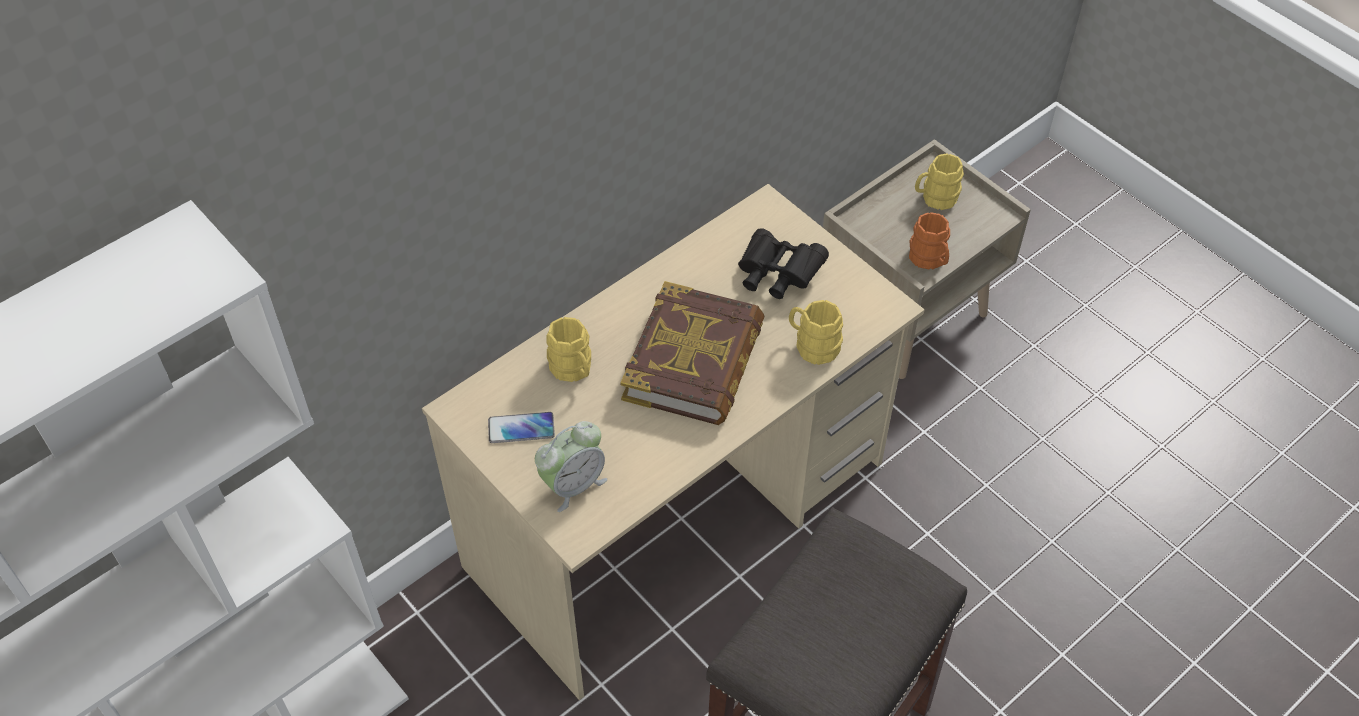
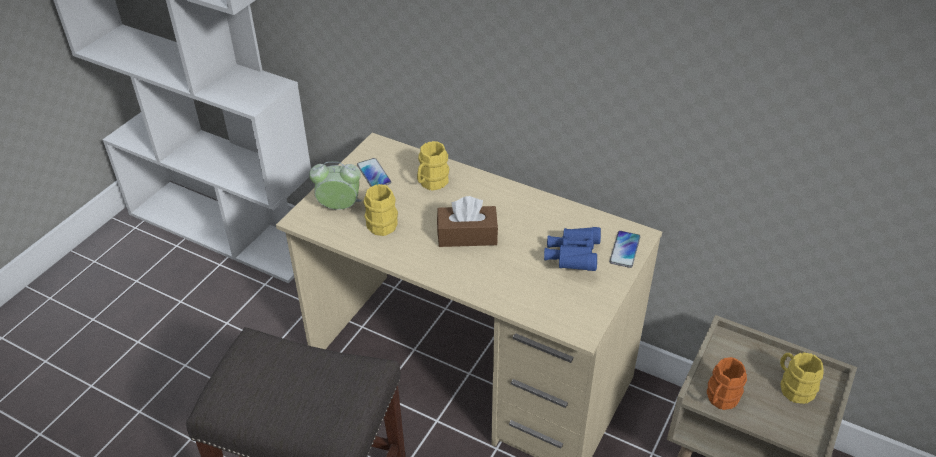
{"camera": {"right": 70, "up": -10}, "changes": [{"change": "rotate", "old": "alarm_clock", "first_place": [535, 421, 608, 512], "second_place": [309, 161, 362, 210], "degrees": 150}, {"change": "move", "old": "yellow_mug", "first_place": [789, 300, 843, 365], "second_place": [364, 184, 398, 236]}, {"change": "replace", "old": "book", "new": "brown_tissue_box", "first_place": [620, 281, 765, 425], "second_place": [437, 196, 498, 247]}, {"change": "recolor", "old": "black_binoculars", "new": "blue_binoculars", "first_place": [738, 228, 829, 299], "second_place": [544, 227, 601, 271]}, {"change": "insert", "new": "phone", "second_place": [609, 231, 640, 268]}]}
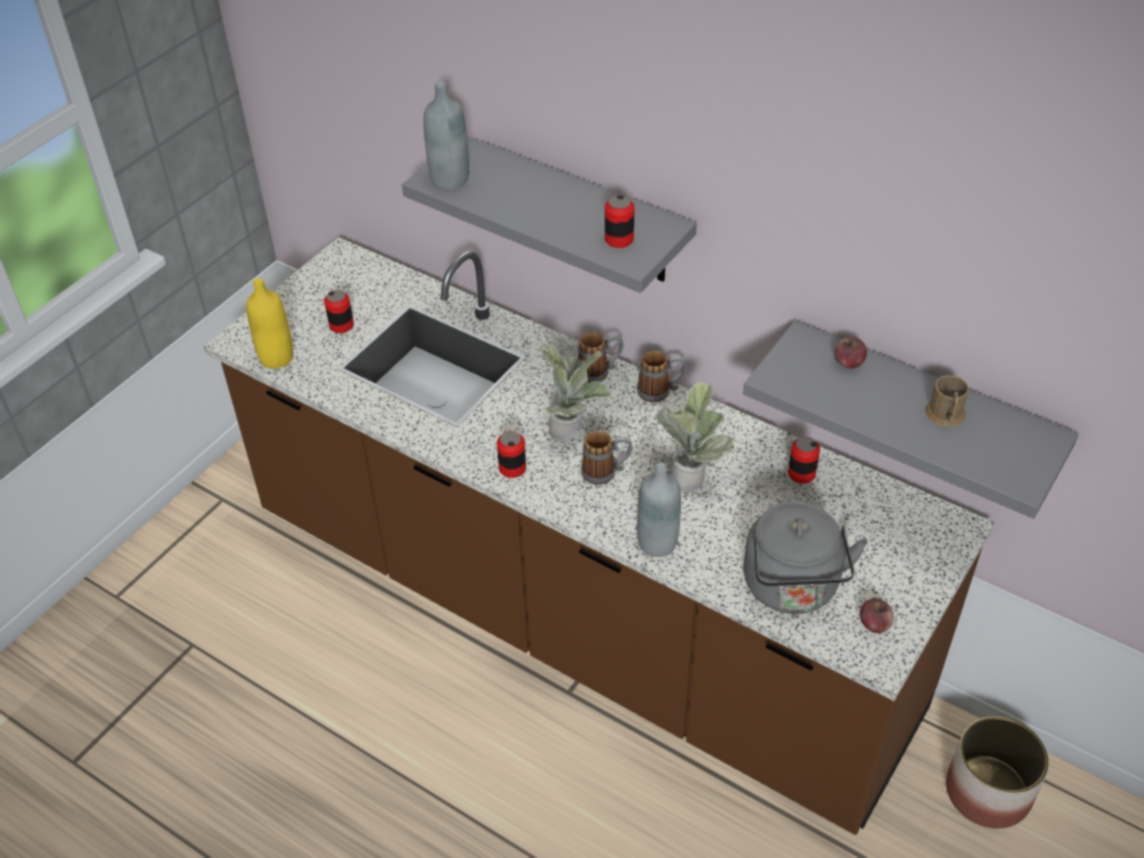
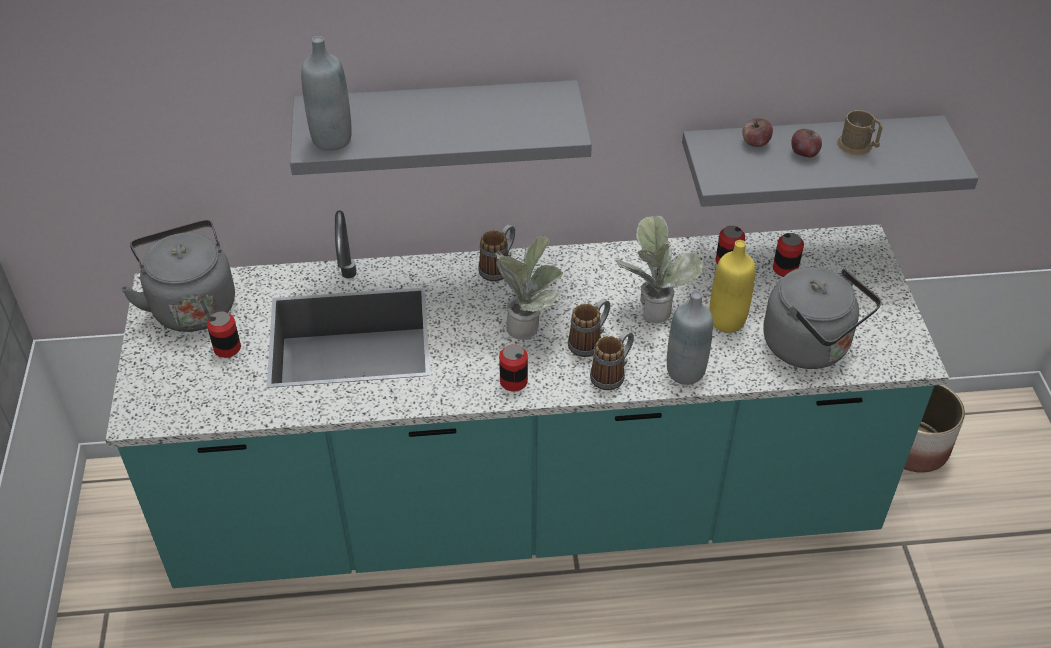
{"camera": {"right": -40, "up": 0}, "changes": [{"change": "recolor", "old": "brown_counter", "new": "turquoise_counter", "first_place": [204, 237, 995, 835], "second_place": [106, 211, 949, 588]}, {"change": "insert", "new": "grey_kettle", "second_place": [121, 220, 235, 332]}, {"change": "move", "old": "mug", "first_place": [637, 350, 687, 402], "second_place": [590, 330, 634, 390]}, {"change": "move", "old": "yellow_bottle", "first_place": [246, 278, 293, 368], "second_place": [709, 240, 756, 333]}, {"change": "move", "old": "can", "first_place": [605, 195, 635, 248], "second_place": [773, 233, 804, 277]}, {"change": "move", "old": "apple", "first_place": [860, 598, 894, 633], "second_place": [791, 129, 822, 157]}]}
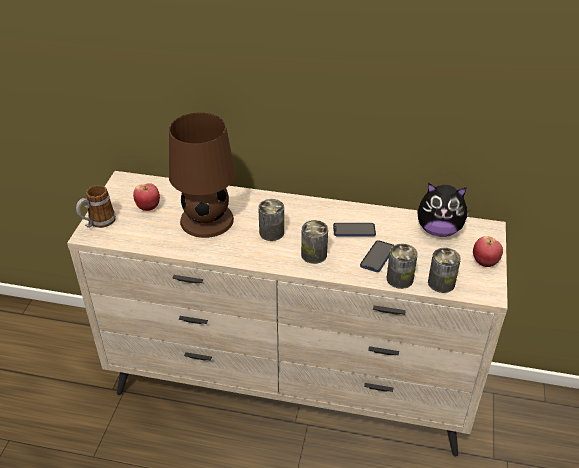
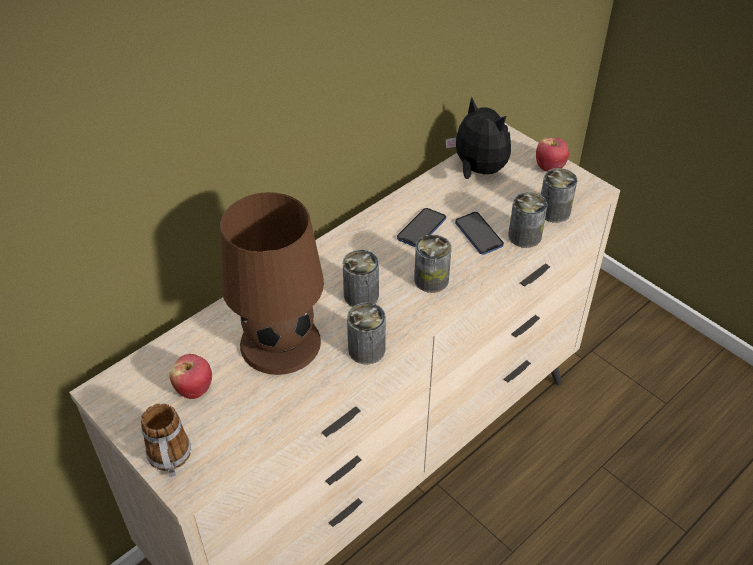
{"camera": {"right": -55, "up": 5}, "changes": [{"change": "insert", "new": "can", "second_place": [347, 303, 386, 364]}, {"change": "rotate", "old": "plush_toy", "first_place": [417, 183, 471, 237], "second_place": [445, 97, 511, 179], "degrees": -90}]}
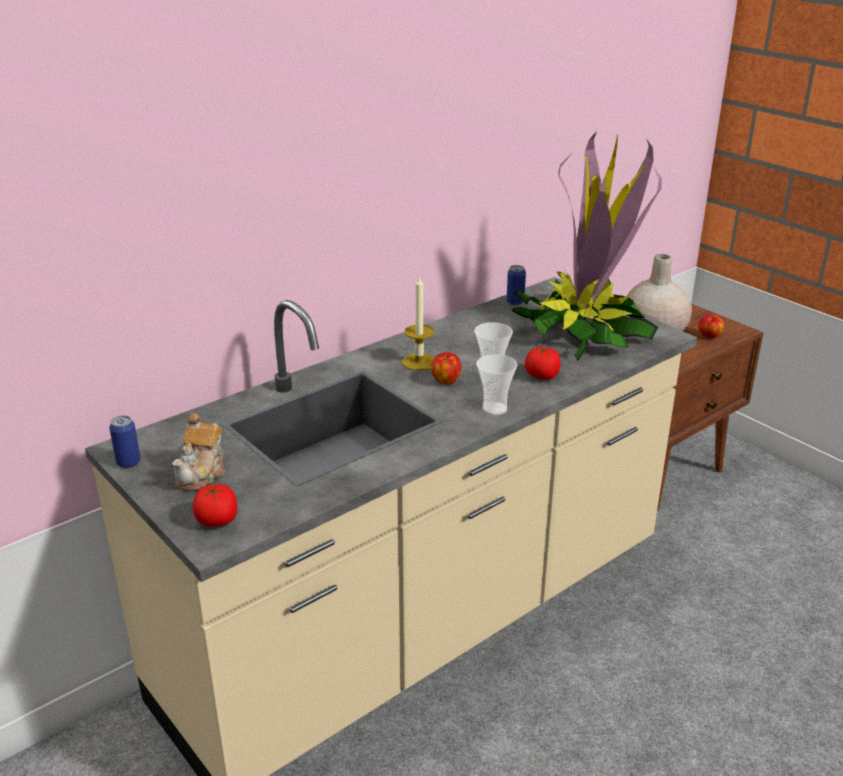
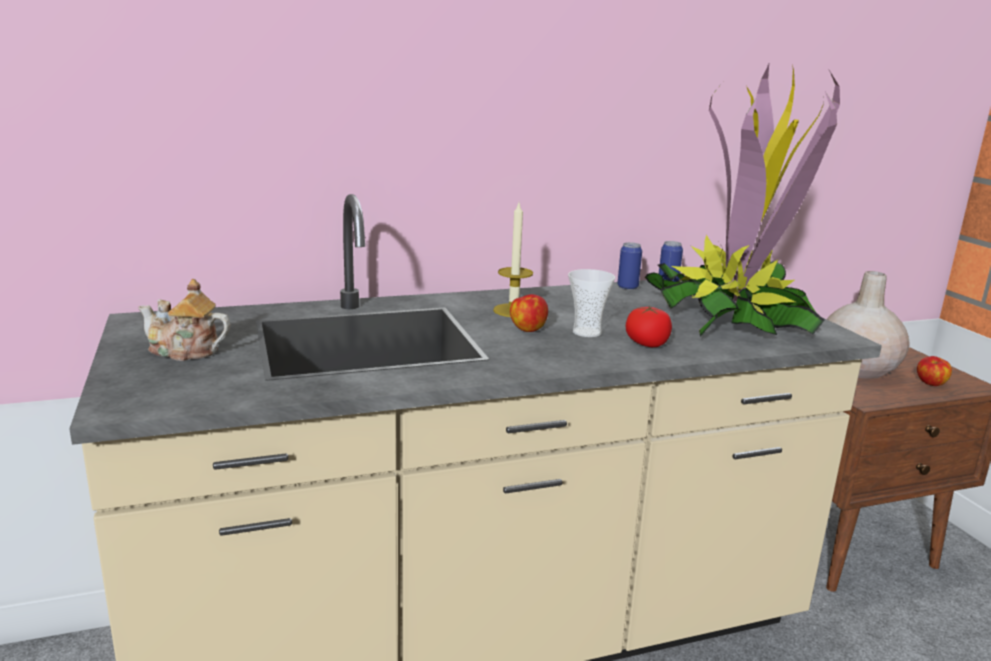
{"camera": {"right": 20, "up": -10}, "changes": [{"change": "rotate", "old": "teapot", "first_place": [172, 414, 225, 491], "second_place": [138, 279, 230, 361], "degrees": 60}, {"change": "move", "old": "can", "first_place": [109, 415, 141, 468], "second_place": [617, 242, 642, 290]}, {"change": "delete", "old": "tomato", "first_place": [193, 484, 237, 526]}, {"change": "delete", "old": "cup", "first_place": [476, 354, 517, 415]}]}
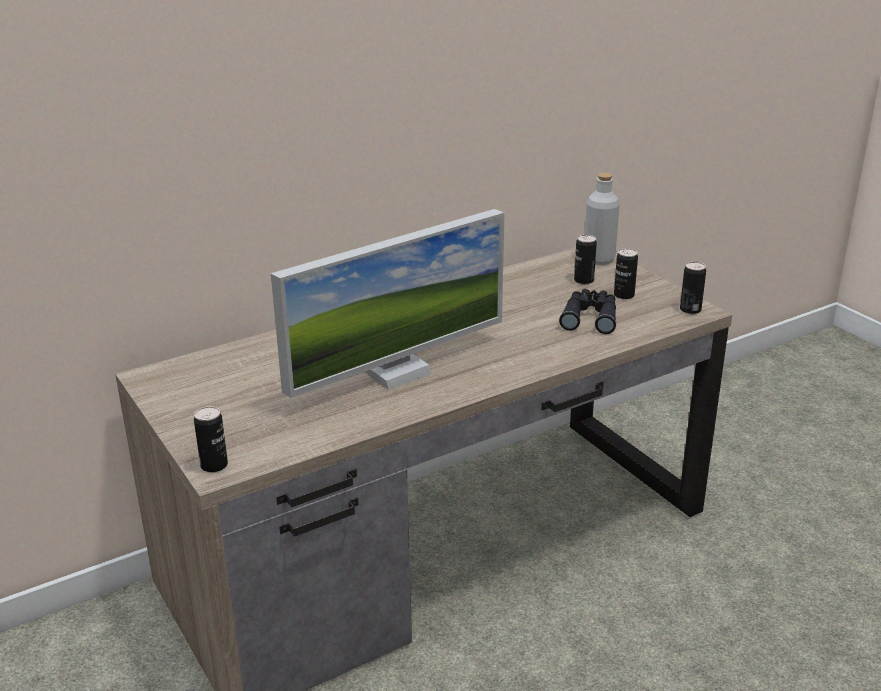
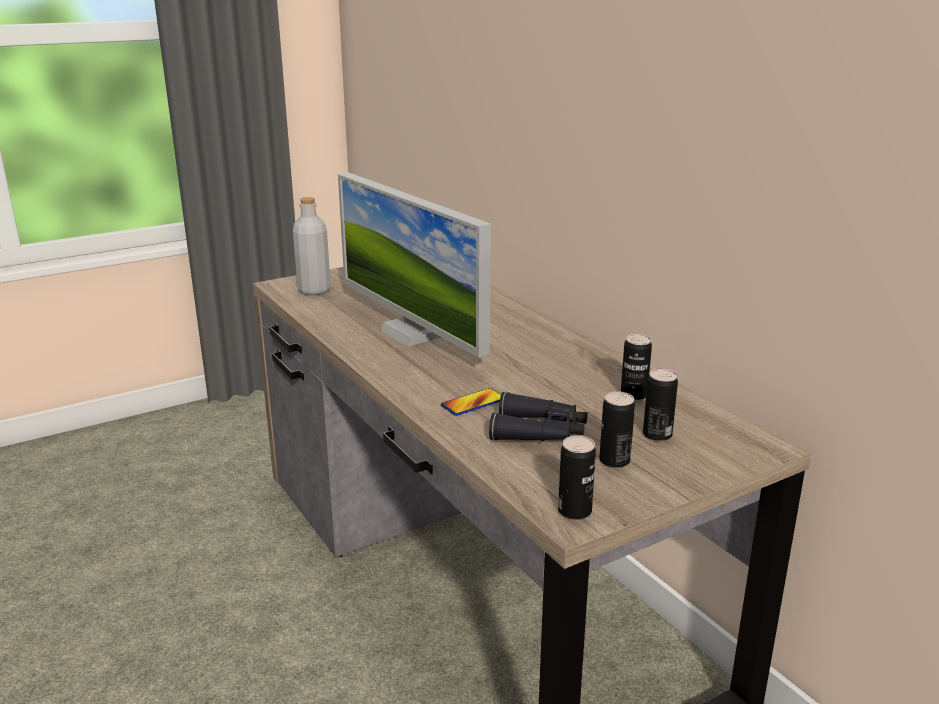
{"camera": {"right": 90, "up": -5}, "changes": [{"change": "move", "old": "grey_bottle", "first_place": [585, 173, 620, 265], "second_place": [293, 197, 331, 295]}, {"change": "insert", "new": "phone", "second_place": [441, 388, 501, 416]}, {"change": "move", "old": "can", "first_place": [194, 406, 228, 473], "second_place": [621, 334, 652, 401]}]}
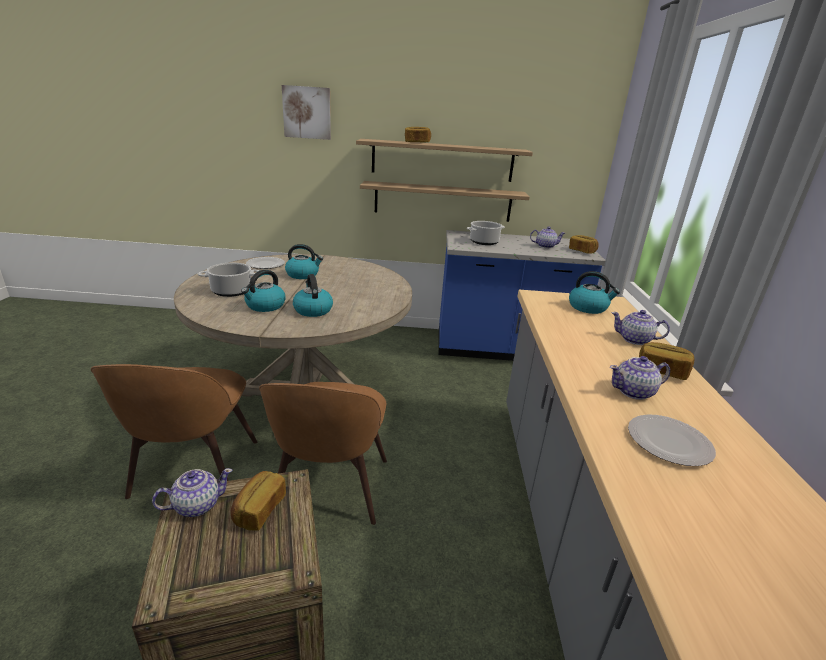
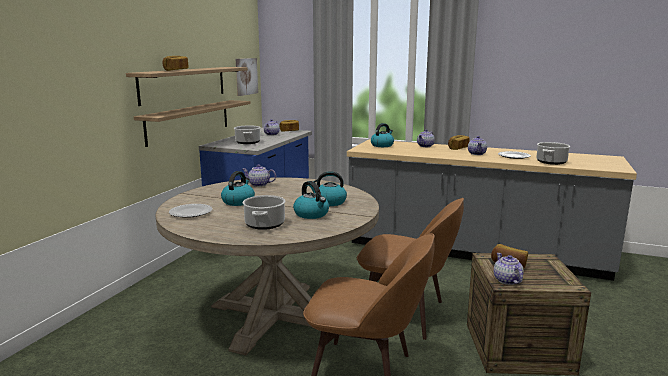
{"camera": {"right": -70, "up": -10}, "changes": [{"change": "move", "old": "picture", "first_place": [282, 85, 331, 140], "second_place": [236, 58, 258, 96]}, {"change": "insert", "new": "teapot", "second_place": [243, 164, 276, 187]}, {"change": "insert", "new": "cooking_pot", "second_place": [536, 142, 570, 165]}]}
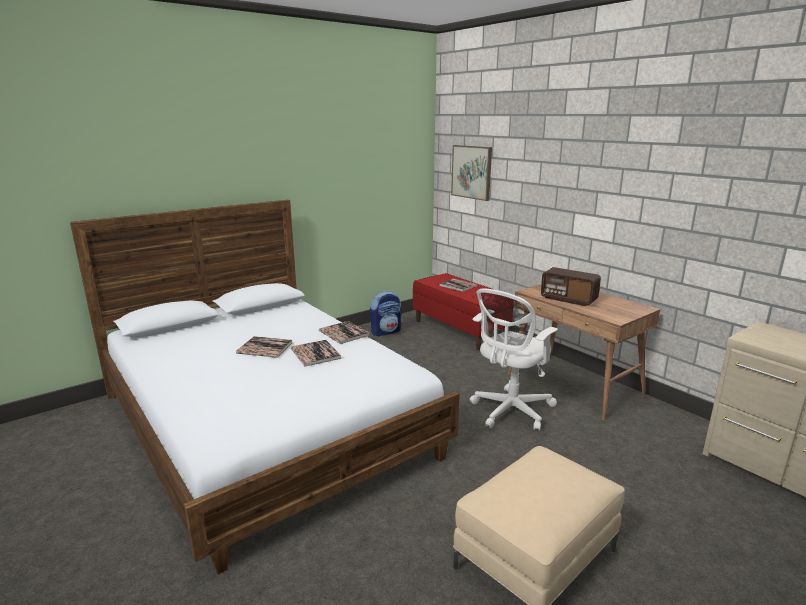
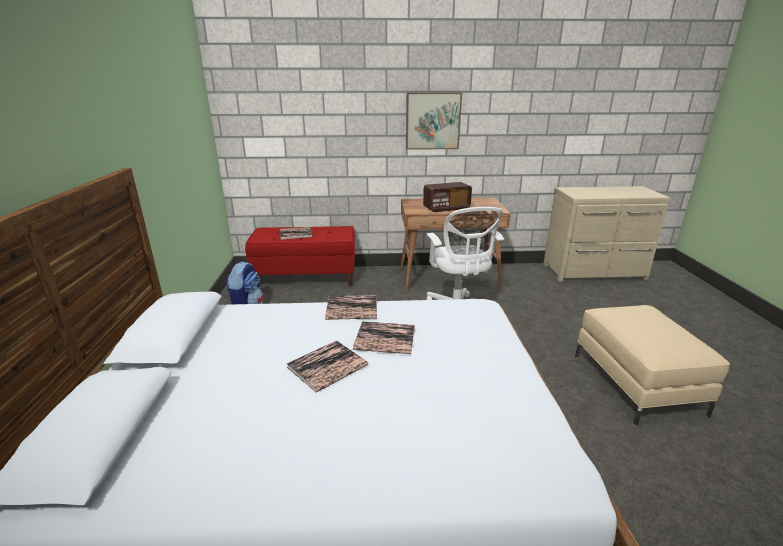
{"camera": {"right": -55, "up": 5}, "changes": [{"change": "move", "old": "picture", "first_place": [451, 145, 492, 201], "second_place": [406, 92, 462, 150]}]}
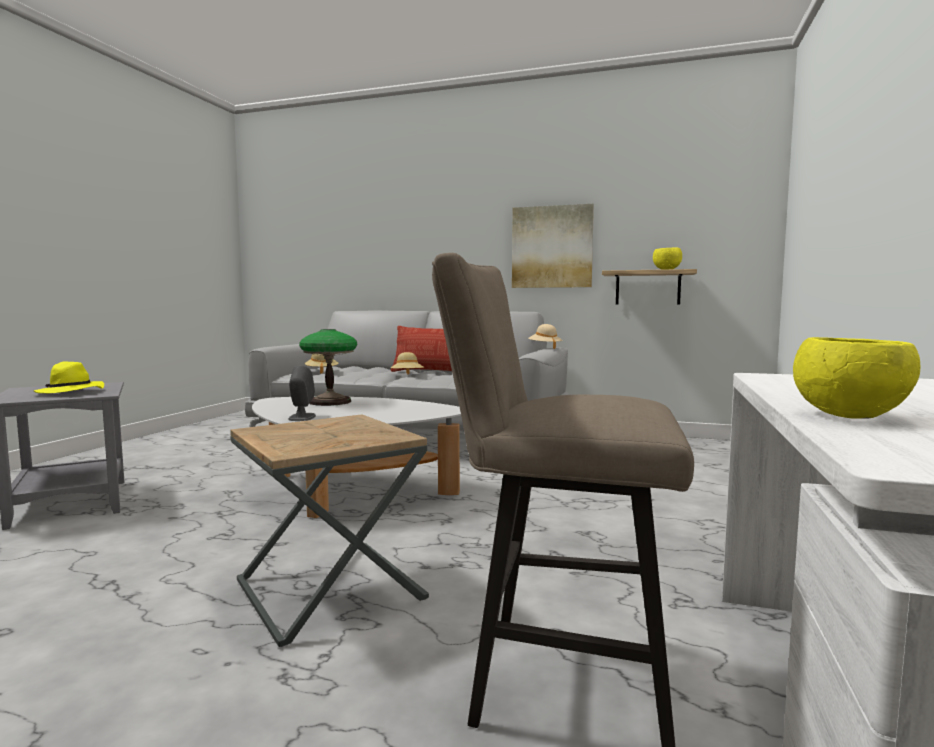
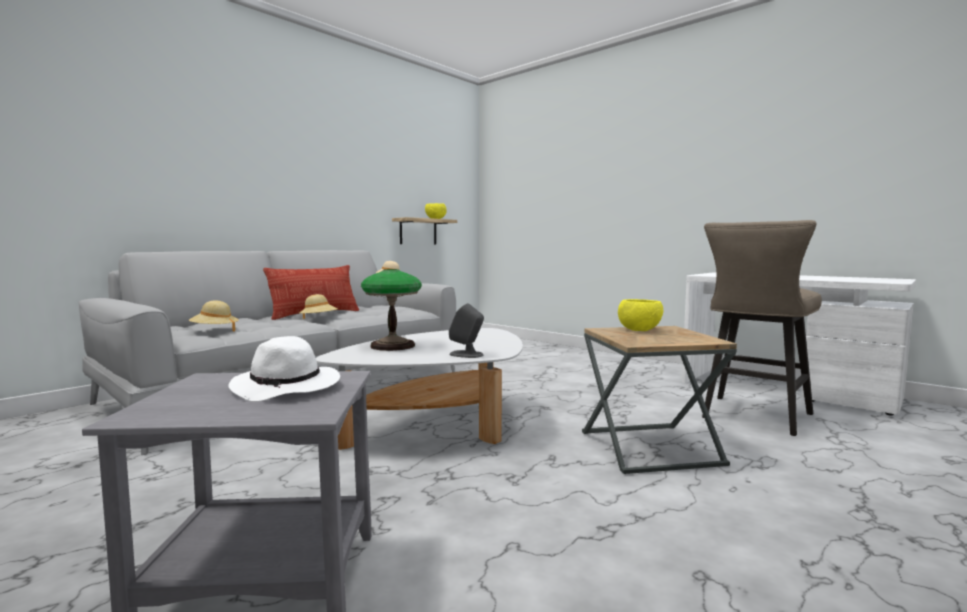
{"camera": {"right": -65, "up": 0}, "changes": [{"change": "recolor", "old": "yellow_hat", "new": "white_hat", "first_place": [33, 362, 104, 393], "second_place": [228, 336, 340, 402]}, {"change": "move", "old": "yellow_bowl", "first_place": [793, 337, 920, 419], "second_place": [618, 299, 663, 331]}, {"change": "delete", "old": "picture", "first_place": [512, 204, 594, 288]}]}
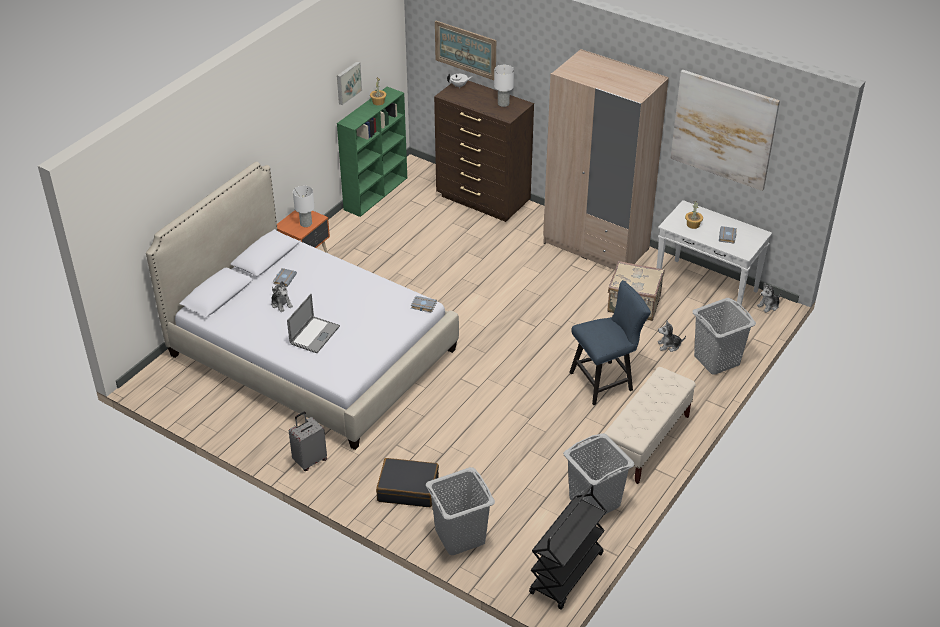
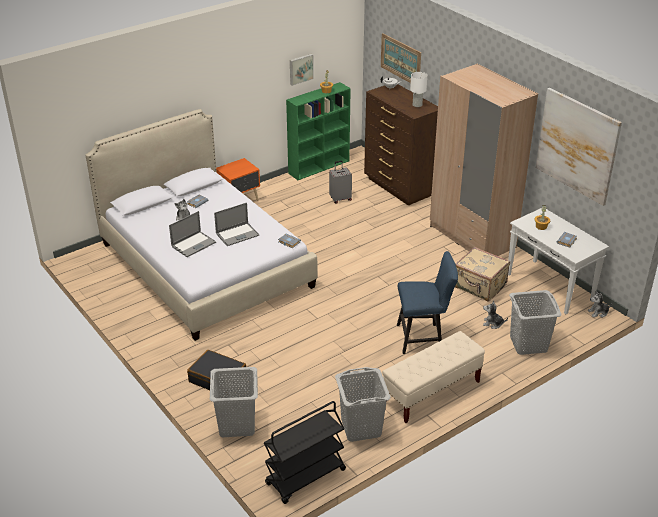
{"camera": {"right": 20, "up": -5}, "changes": [{"change": "insert", "new": "laptop", "second_place": [214, 203, 259, 246]}, {"change": "move", "old": "grey_suitcase", "first_place": [289, 411, 327, 471], "second_place": [329, 161, 352, 204]}, {"change": "delete", "old": "white_table_lamp", "first_place": [293, 186, 315, 227]}]}
